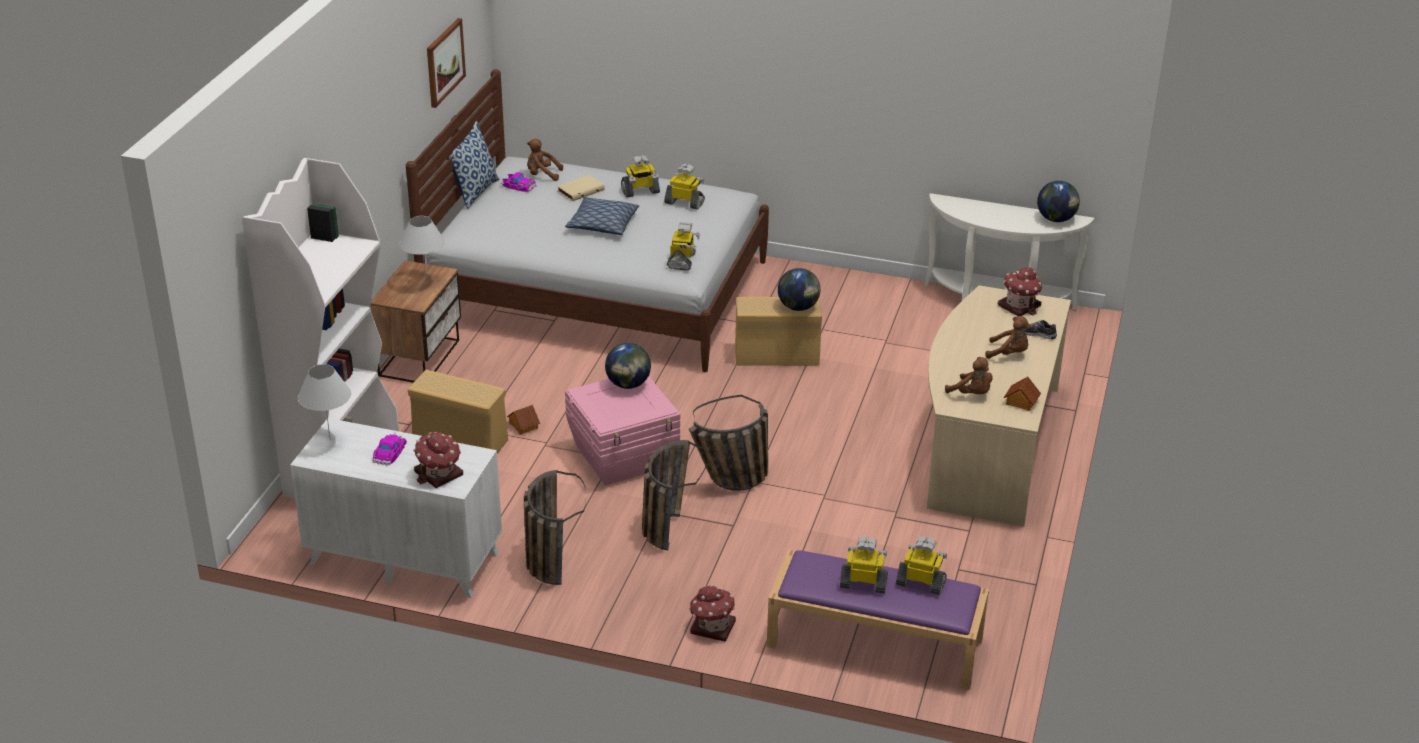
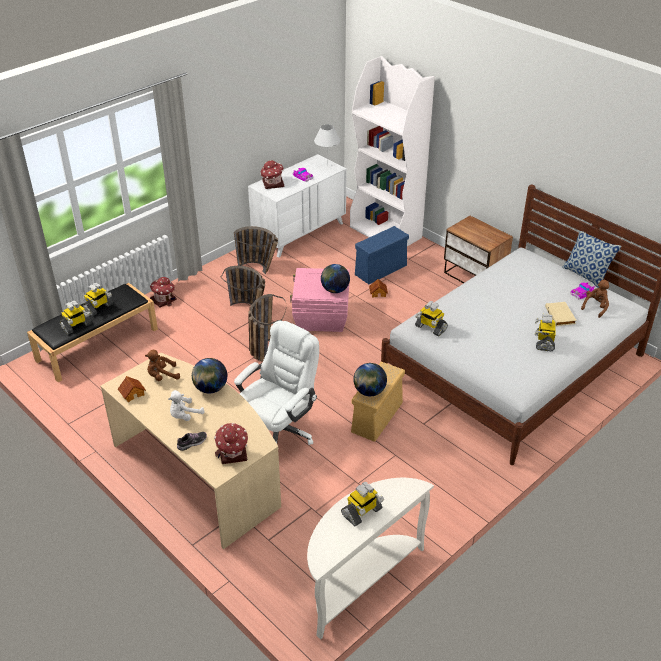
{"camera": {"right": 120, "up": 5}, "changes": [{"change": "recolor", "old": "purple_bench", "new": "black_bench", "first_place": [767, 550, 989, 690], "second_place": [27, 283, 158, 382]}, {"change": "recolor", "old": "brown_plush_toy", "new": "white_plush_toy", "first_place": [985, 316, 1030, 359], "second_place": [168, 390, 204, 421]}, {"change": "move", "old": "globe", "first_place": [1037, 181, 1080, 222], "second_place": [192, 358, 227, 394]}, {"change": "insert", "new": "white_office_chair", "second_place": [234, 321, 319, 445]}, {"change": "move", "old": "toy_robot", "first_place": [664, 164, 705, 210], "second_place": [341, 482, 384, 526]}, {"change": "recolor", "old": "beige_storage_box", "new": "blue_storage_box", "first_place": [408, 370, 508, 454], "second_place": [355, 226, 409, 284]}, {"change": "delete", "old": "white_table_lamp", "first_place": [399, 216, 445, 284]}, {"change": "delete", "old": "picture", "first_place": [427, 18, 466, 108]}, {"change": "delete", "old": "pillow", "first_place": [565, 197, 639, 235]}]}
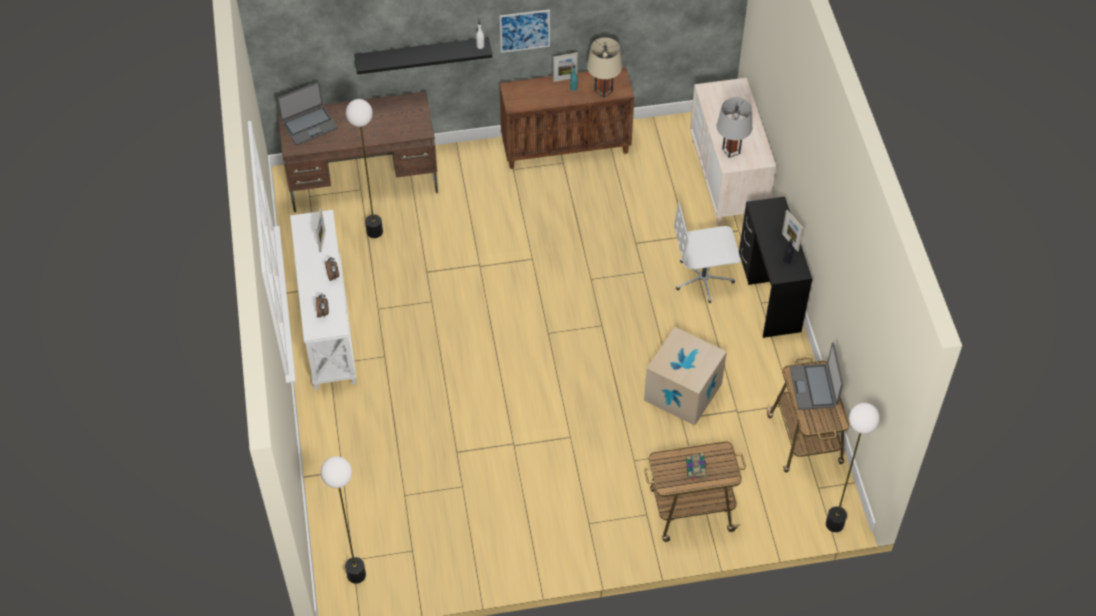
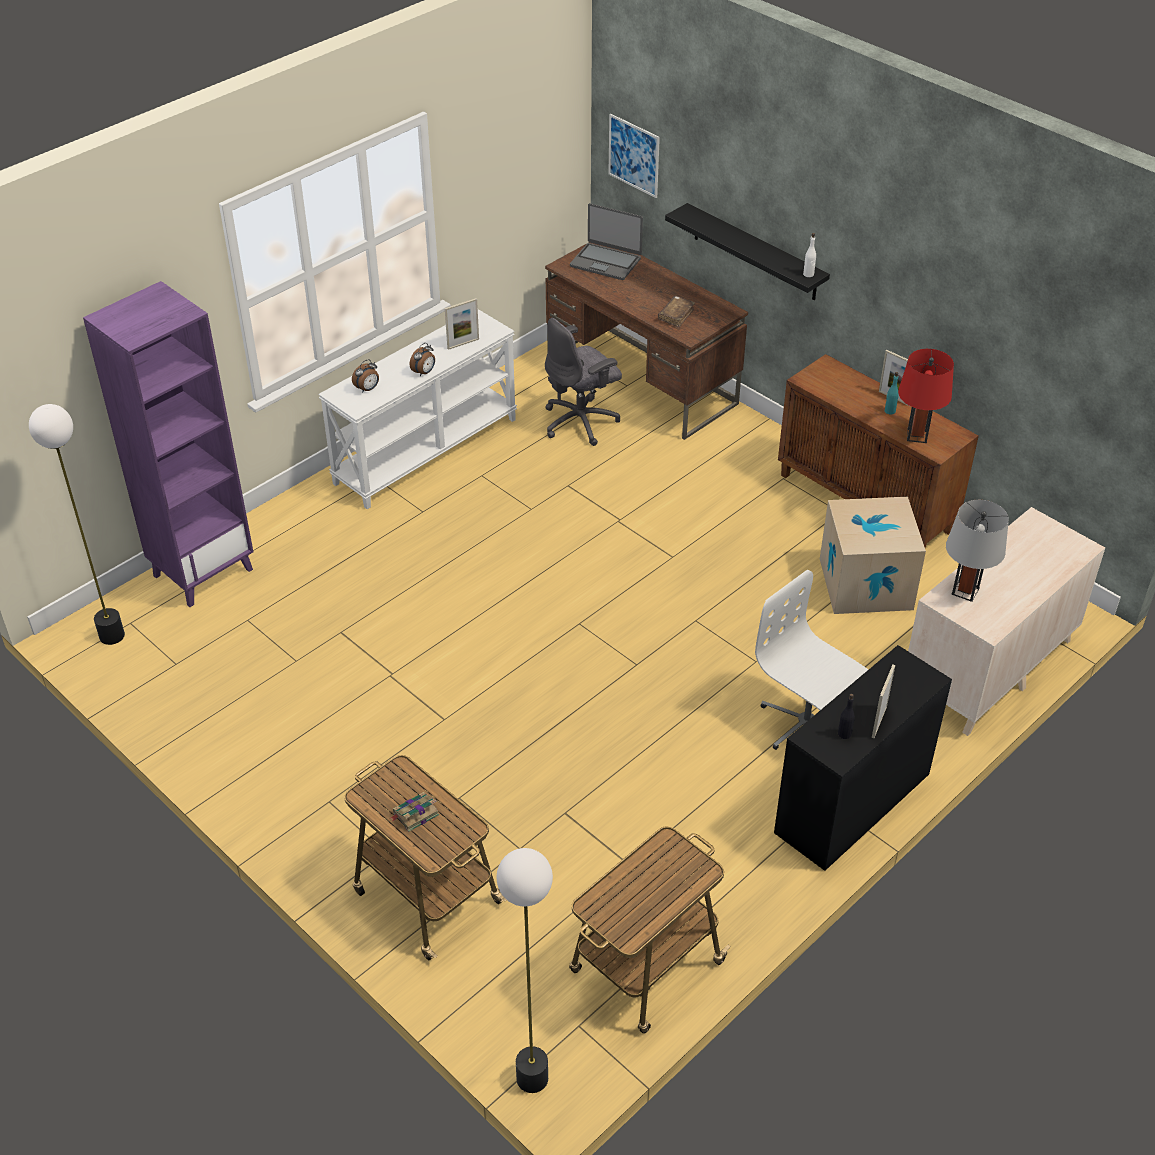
{"camera": {"right": 55, "up": -10}, "changes": [{"change": "insert", "new": "purple_bookcase", "second_place": [83, 281, 253, 607]}, {"change": "replace", "old": "floor_lamp", "new": "grey_office_chair", "first_place": [346, 99, 383, 238], "second_place": [545, 318, 622, 446]}, {"change": "move", "old": "picture", "first_place": [500, 9, 550, 53], "second_place": [608, 114, 660, 198]}, {"change": "insert", "new": "brown_book", "second_place": [658, 296, 695, 328]}, {"change": "move", "old": "cardboard_box", "first_place": [644, 327, 727, 426], "second_place": [820, 497, 926, 614]}, {"change": "recolor", "old": "beige_table_lamp", "new": "red_table_lamp", "first_place": [587, 38, 622, 98], "second_place": [898, 349, 954, 443]}, {"change": "delete", "old": "laptop", "first_place": [790, 342, 843, 410]}]}
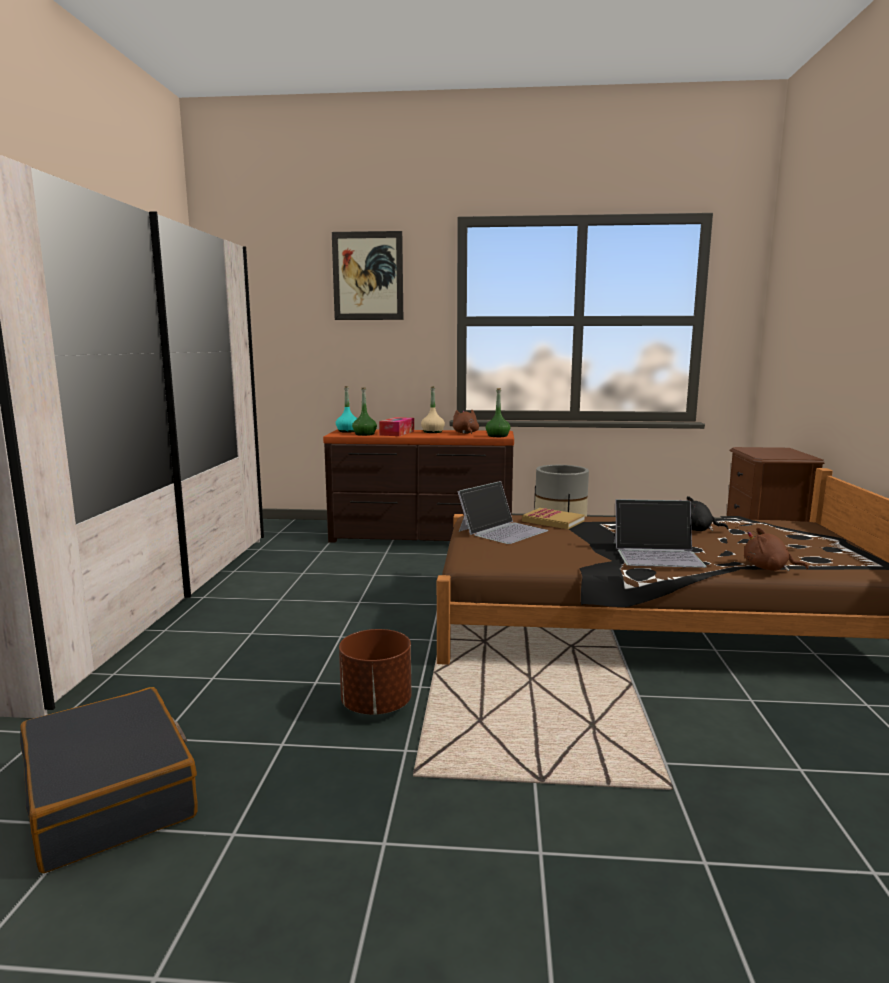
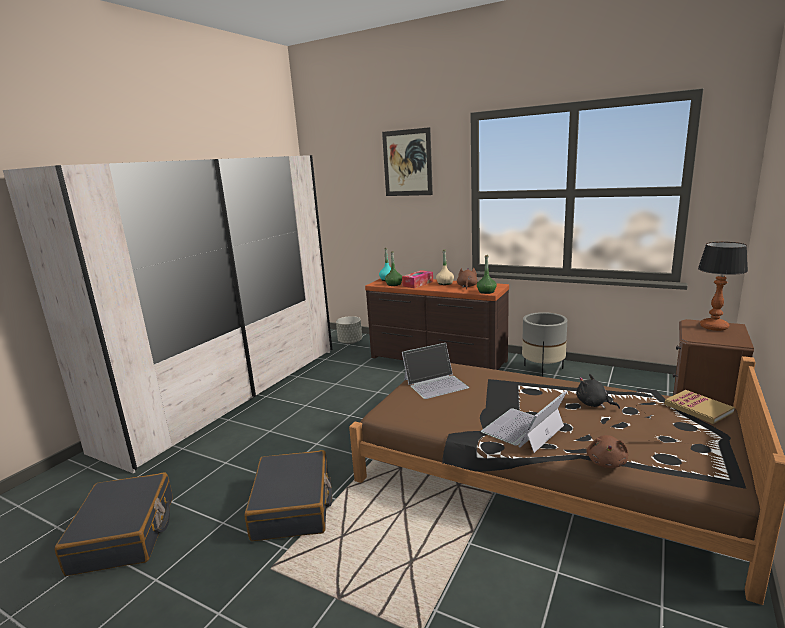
{"camera": {"right": 25, "up": 5}, "changes": [{"change": "replace", "old": "brown_planter", "new": "black_suitcase", "first_place": [339, 629, 411, 715], "second_place": [245, 450, 332, 541]}, {"change": "insert", "new": "grey_planter", "second_place": [336, 316, 362, 344]}, {"change": "rotate", "old": "laptop", "first_place": [614, 499, 707, 568], "second_place": [481, 391, 567, 453], "degrees": 105}, {"change": "rotate", "old": "brown_plush_toy", "first_place": [744, 527, 808, 571], "second_place": [586, 435, 628, 468], "degrees": -120}, {"change": "move", "old": "book", "first_place": [522, 508, 585, 529], "second_place": [665, 390, 735, 424]}, {"change": "insert", "new": "table_lamp", "second_place": [698, 242, 748, 331]}]}
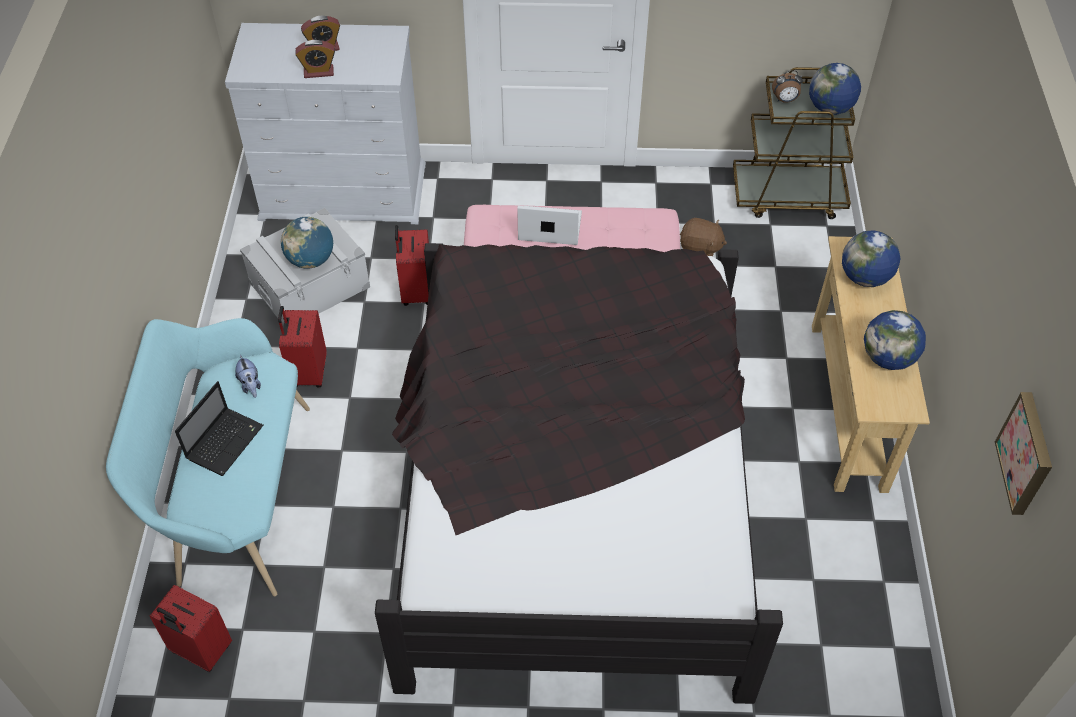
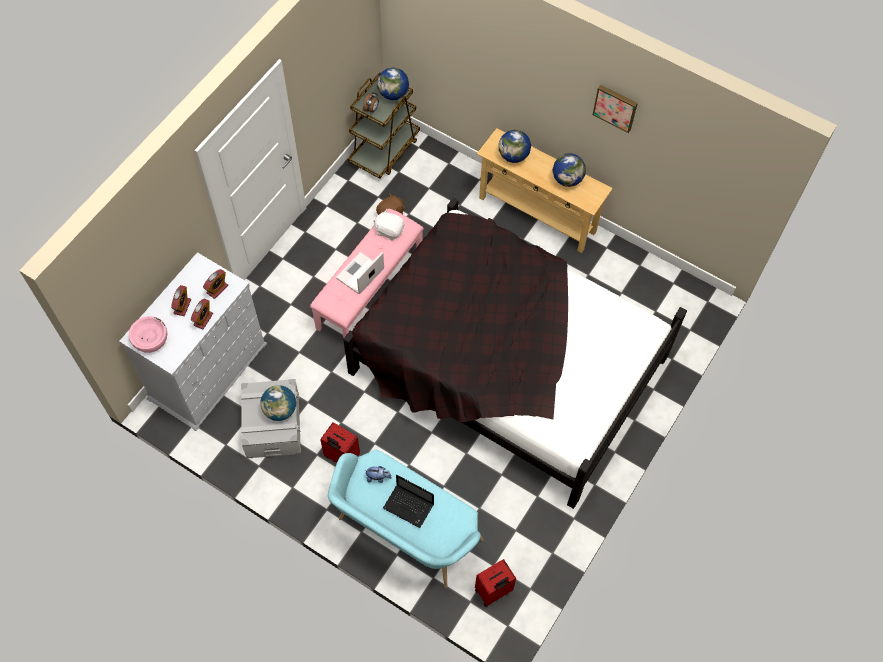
{"camera": {"right": -60, "up": 10}, "changes": [{"change": "insert", "new": "pink_bowl", "second_place": [129, 316, 168, 353]}, {"change": "insert", "new": "alarm_clock", "second_place": [203, 269, 228, 299]}, {"change": "insert", "new": "white_plush_toy", "second_place": [373, 209, 404, 240]}, {"change": "rotate", "old": "laptop", "first_place": [175, 381, 263, 476], "second_place": [383, 475, 434, 528], "degrees": 150}, {"change": "move", "old": "picture", "first_place": [995, 392, 1052, 515], "second_place": [593, 85, 638, 133]}, {"change": "delete", "old": "red_suitcase", "first_place": [395, 225, 429, 306]}]}
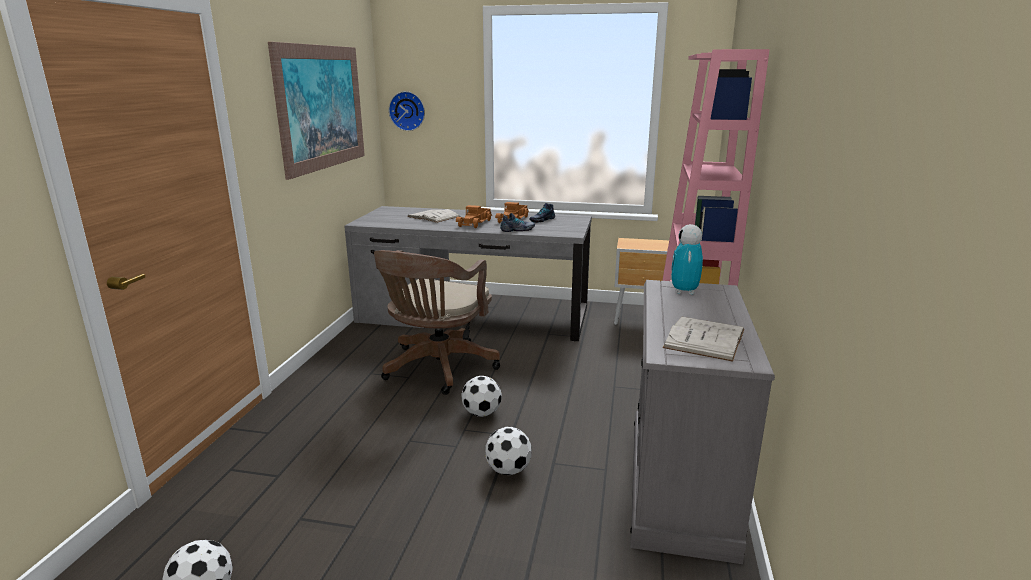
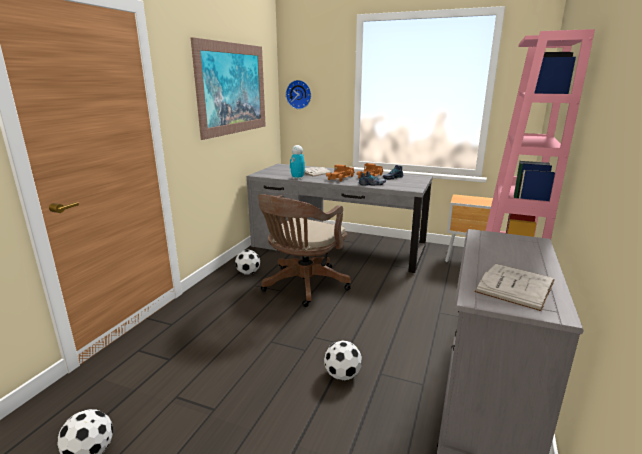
{"camera": {"right": 10, "up": 0}, "changes": [{"change": "move", "old": "football", "first_place": [461, 376, 502, 417], "second_place": [235, 250, 260, 275]}, {"change": "move", "old": "toy_robot", "first_place": [671, 224, 703, 295], "second_place": [290, 145, 305, 180]}]}
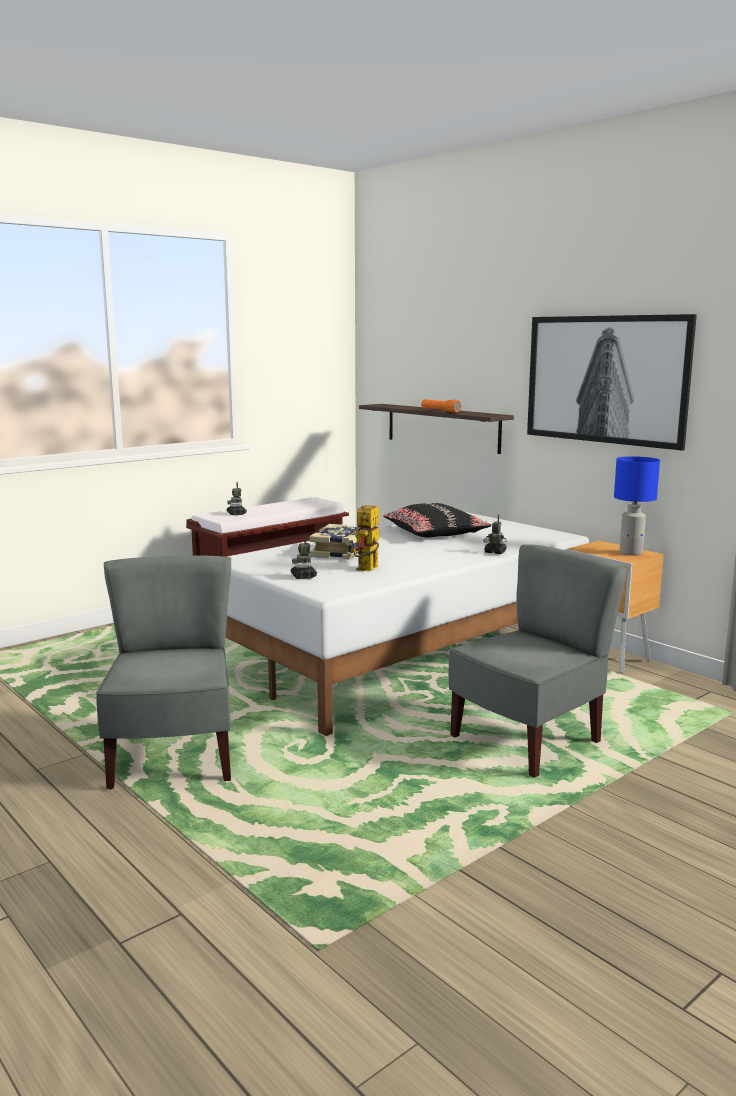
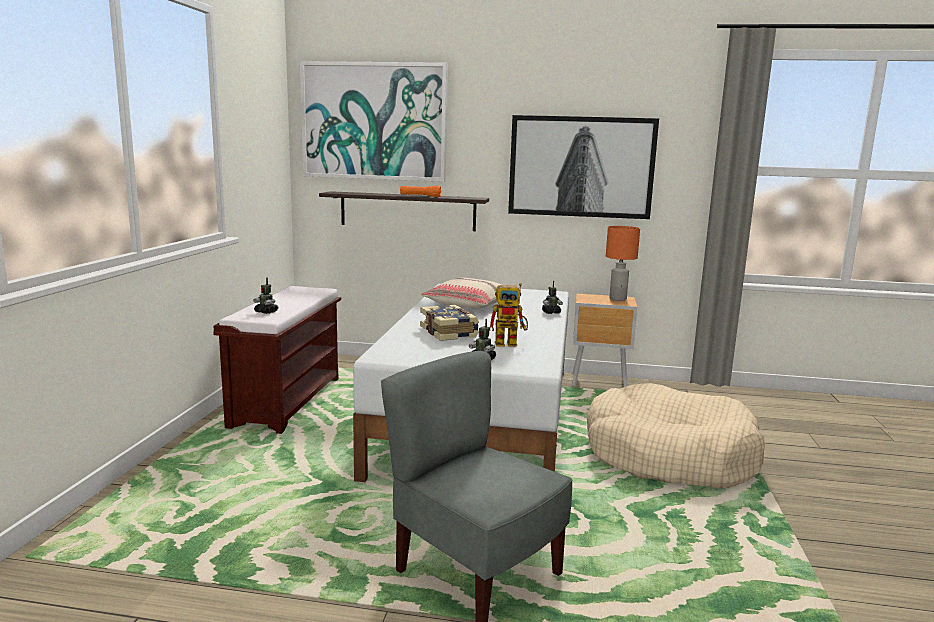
{"camera": {"right": -40, "up": 0}, "changes": [{"change": "insert", "new": "picture", "second_place": [300, 61, 448, 182]}, {"change": "recolor", "old": "black_pillow", "new": "beige_pillow", "first_place": [383, 503, 492, 537], "second_place": [421, 278, 502, 309]}, {"change": "rotate", "old": "toy_robot", "first_place": [350, 505, 379, 571], "second_place": [489, 283, 528, 347], "degrees": -75}, {"change": "replace", "old": "grey_chair", "new": "beige_dog_bed", "first_place": [449, 544, 627, 778], "second_place": [586, 383, 765, 488]}, {"change": "recolor", "old": "blue_table_lamp", "new": "orange_table_lamp", "first_place": [614, 456, 660, 555], "second_place": [606, 226, 640, 301]}]}
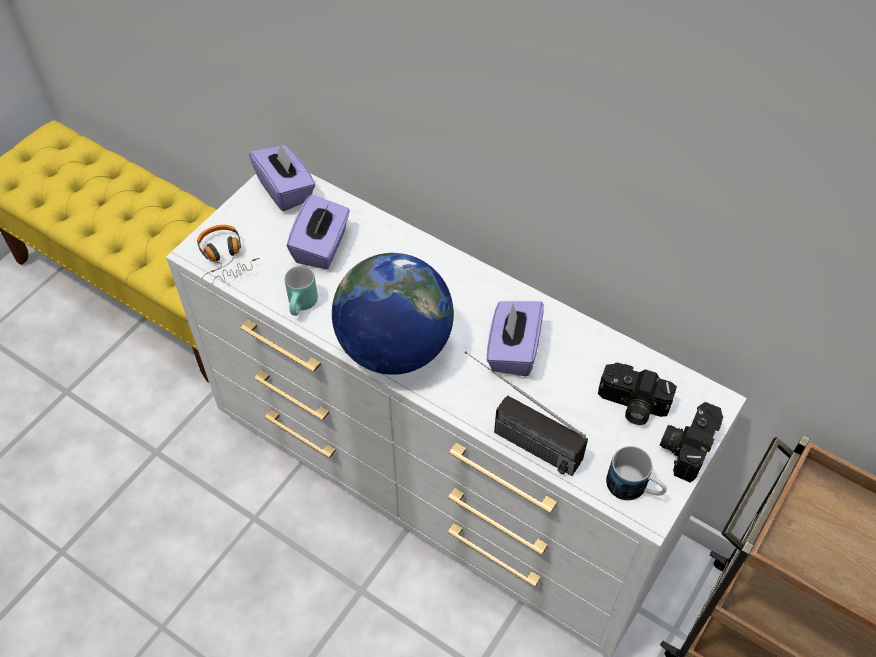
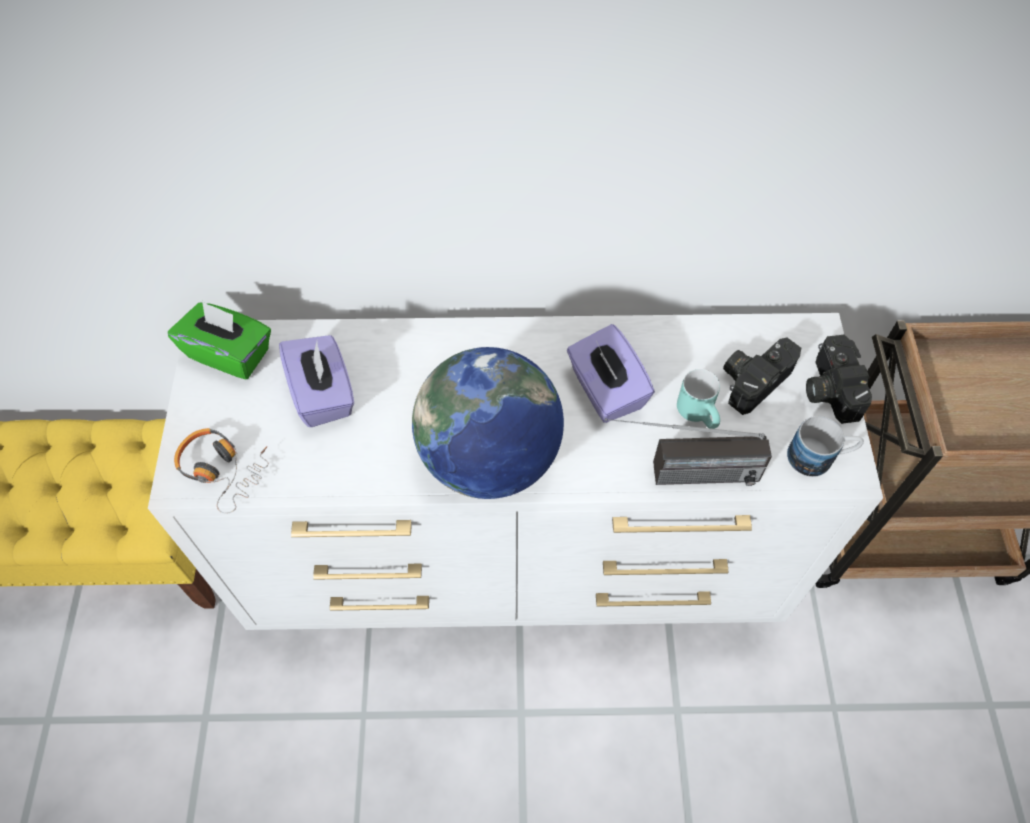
{"camera": {"right": -35, "up": 5}, "changes": [{"change": "recolor", "old": "purple_tissue_box", "new": "green_tissue_box", "first_place": [249, 142, 315, 211], "second_place": [168, 301, 271, 380]}, {"change": "move", "old": "turquoise_mug", "first_place": [285, 266, 318, 316], "second_place": [677, 369, 720, 429]}, {"change": "rotate", "old": "photo_camera", "first_place": [598, 363, 677, 425], "second_place": [723, 337, 801, 415], "degrees": 150}]}
